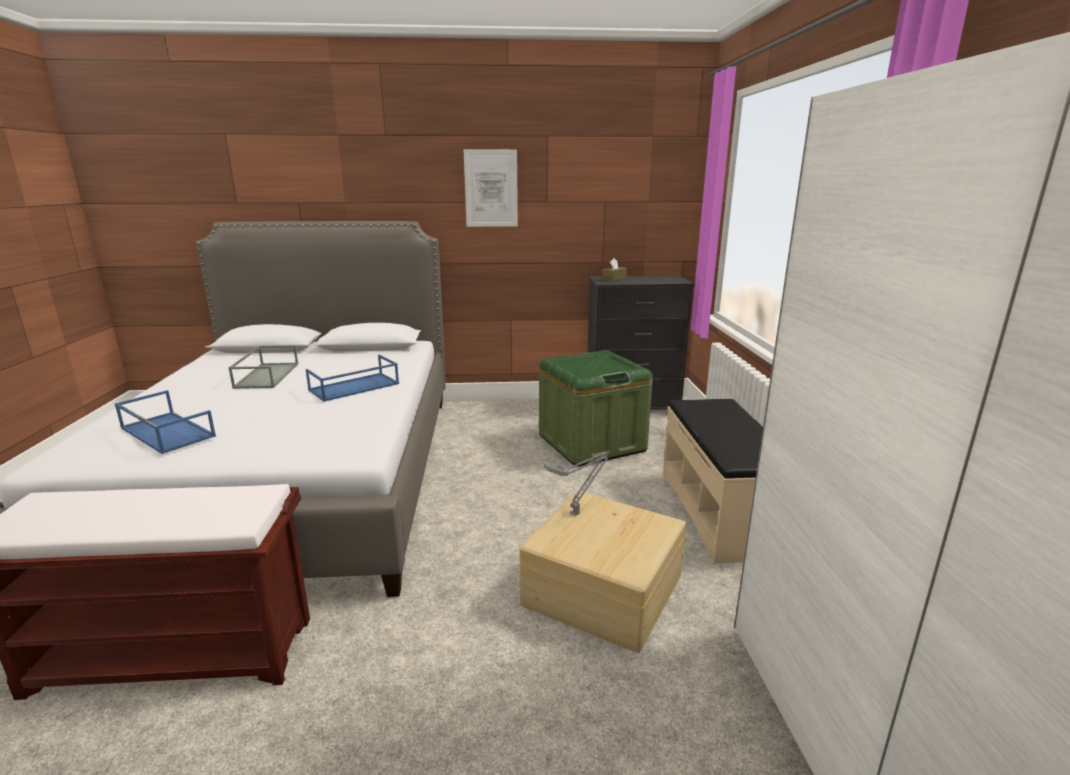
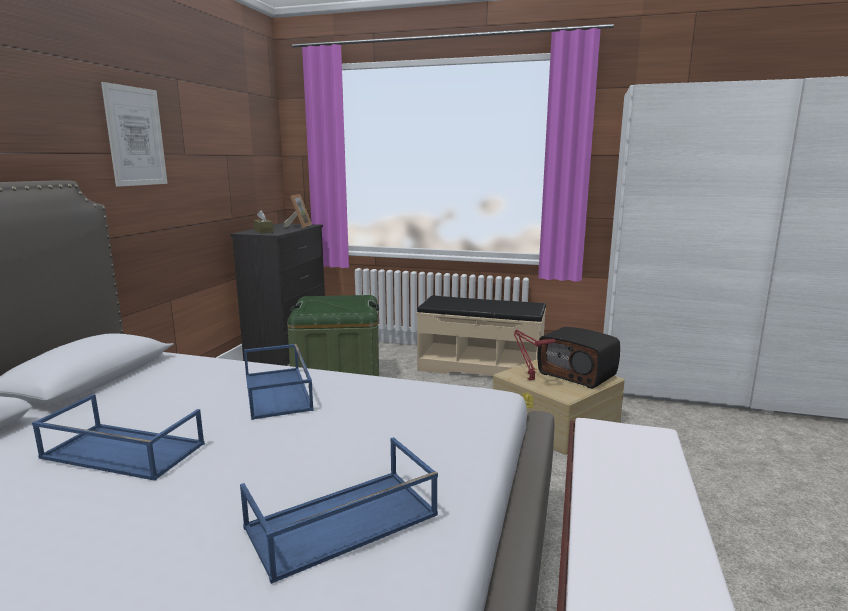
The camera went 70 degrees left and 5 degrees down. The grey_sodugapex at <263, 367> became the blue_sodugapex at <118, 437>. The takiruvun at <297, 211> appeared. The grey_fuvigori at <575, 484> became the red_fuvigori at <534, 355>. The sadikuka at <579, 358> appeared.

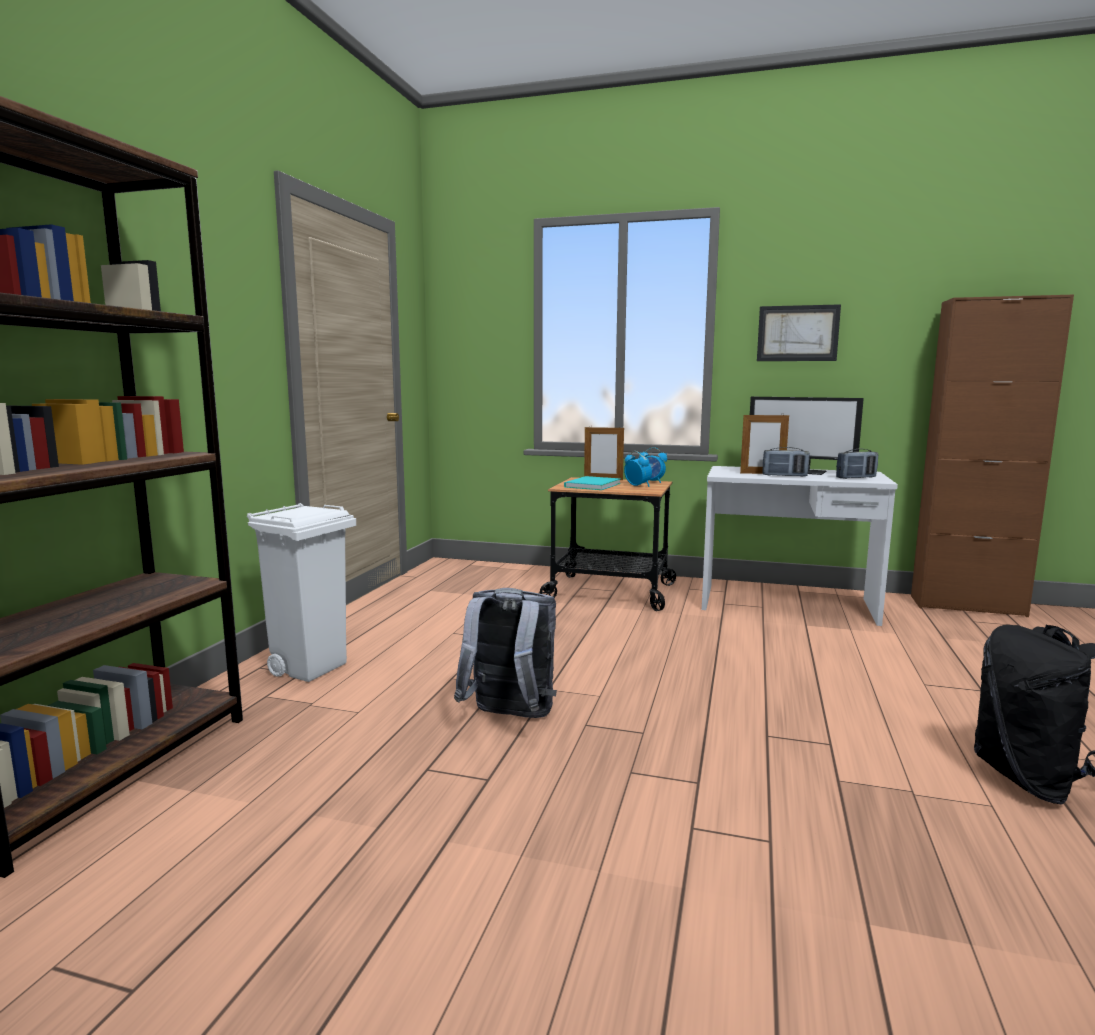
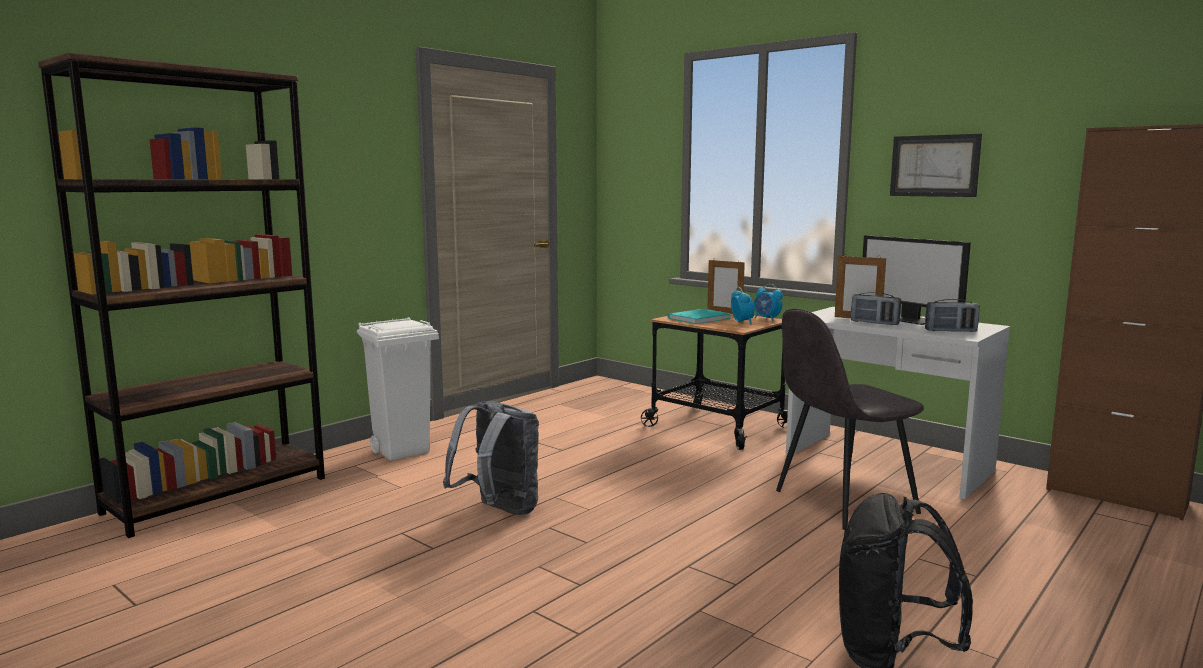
The camera went 25 degrees right and 0 degrees up. The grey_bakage at <850, 419> appeared.

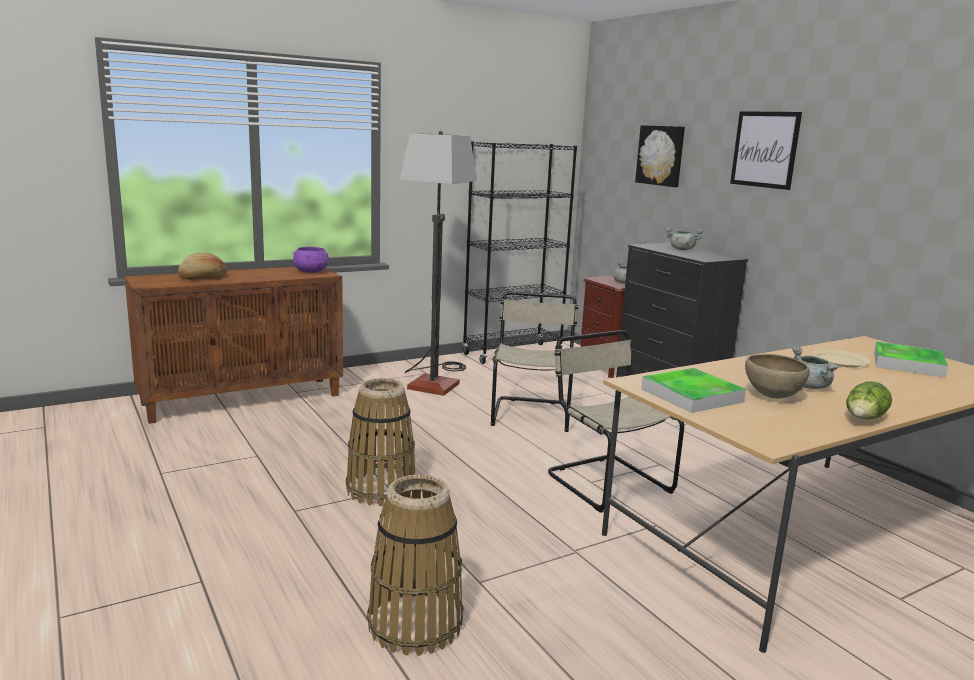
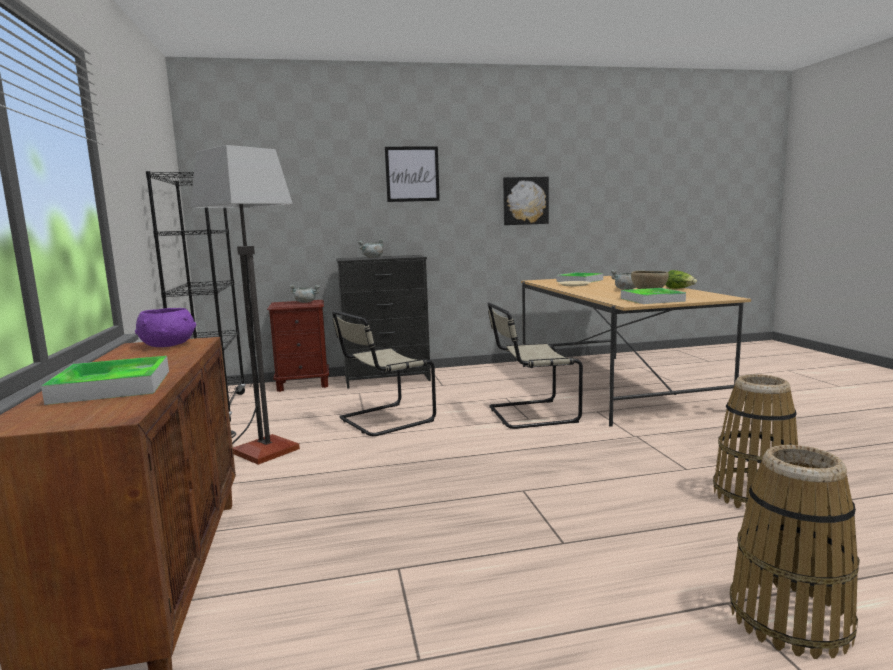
The camera went 70 degrees left and 5 degrees down. The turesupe at <202, 266> was replaced by the sodugapex at <105, 380>. The beige_bakage at <534, 361> turned 60 degrees counterclockwise. The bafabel moved from <660, 156> to <526, 201>. The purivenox moved from <380, 442> to <795, 552>.

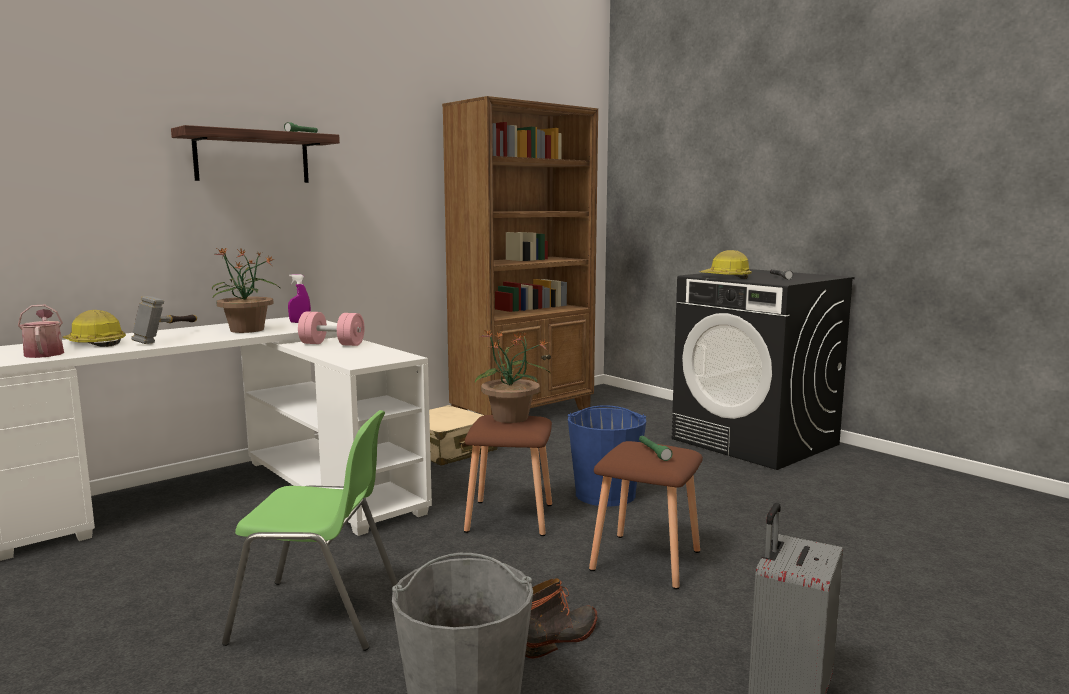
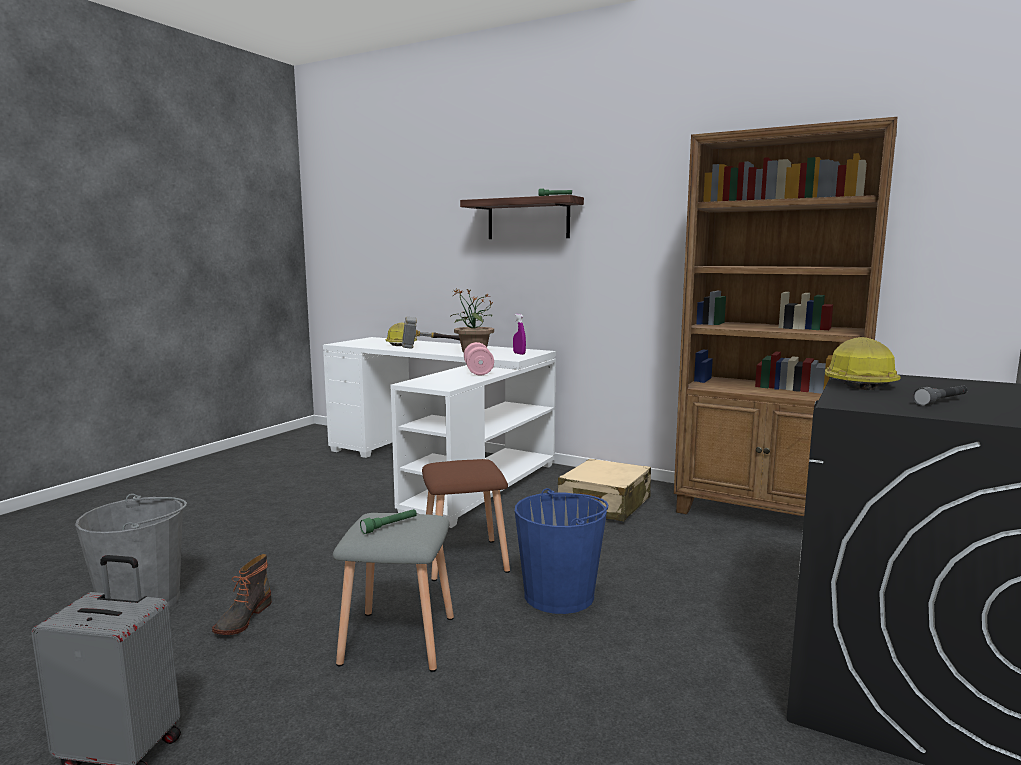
The camera went 70 degrees right and 0 degrees up. The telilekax at <561, 618> turned 75 degrees clockwise. The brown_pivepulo at <646, 515> became the grey_pivepulo at <393, 592>. The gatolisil at <41, 331> disappeared. The green_bakage at <310, 530> disappeared. The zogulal at <513, 376> disappeared.

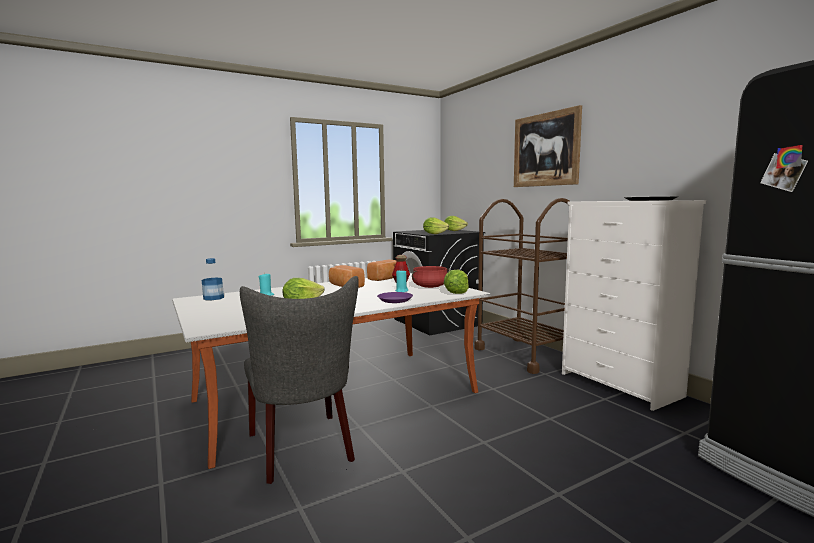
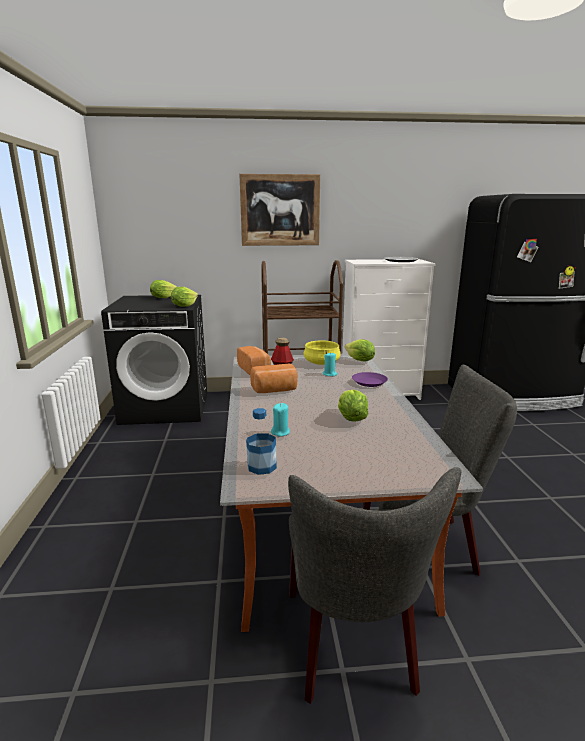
The camera went 65 degrees left and 10 degrees up. The grey_bakage at <374, 585> appeared. The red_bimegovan at <431, 277> became the yellow_bimegovan at <322, 352>.

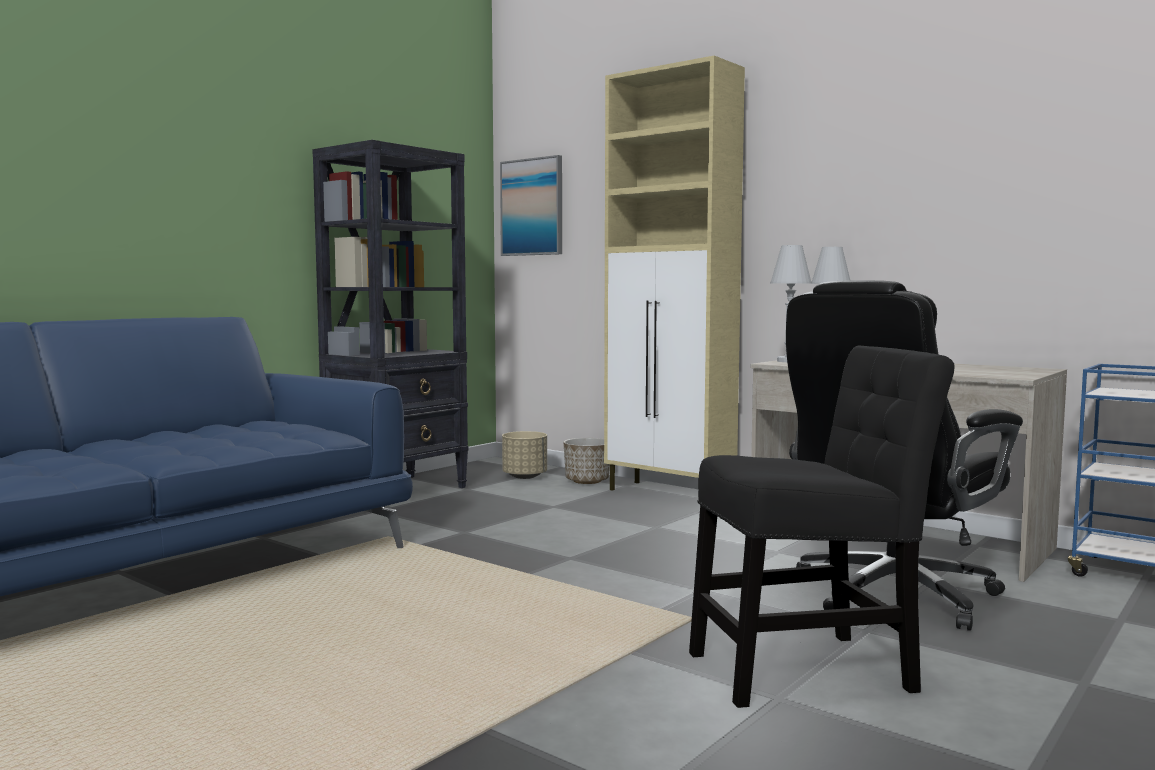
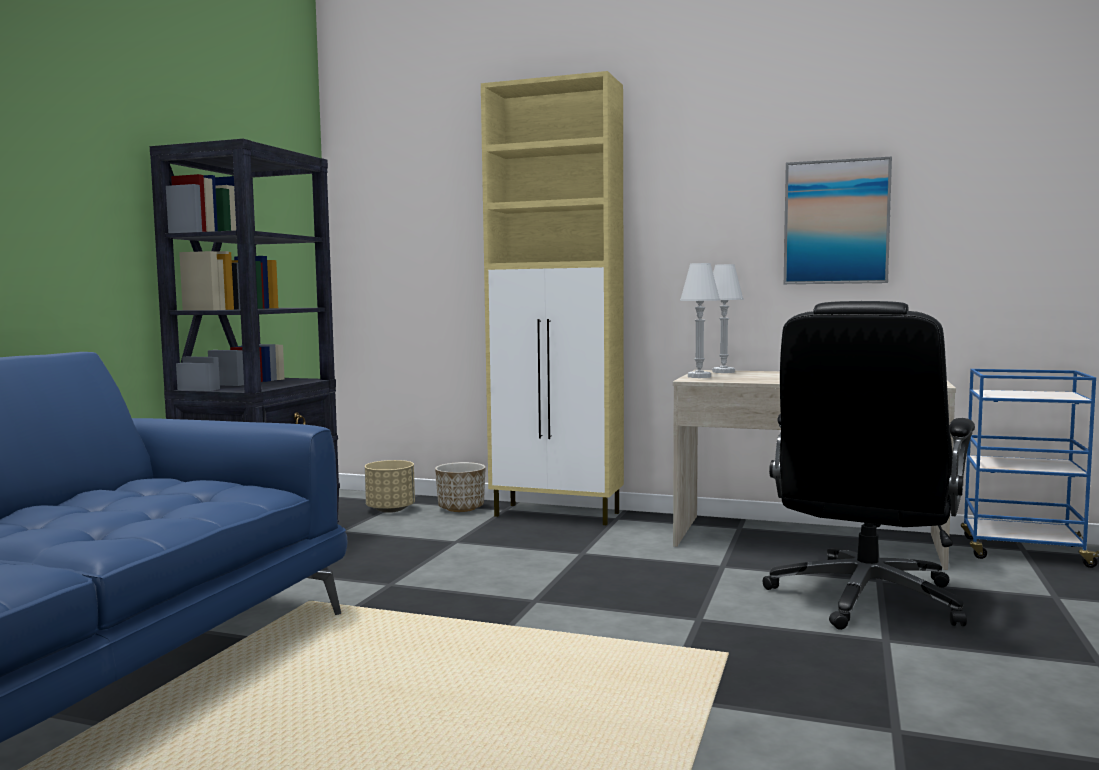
The camera went 20 degrees left and 0 degrees up. The bafabel moved from <531, 205> to <838, 220>. The black_bakage at <821, 527> disappeared.

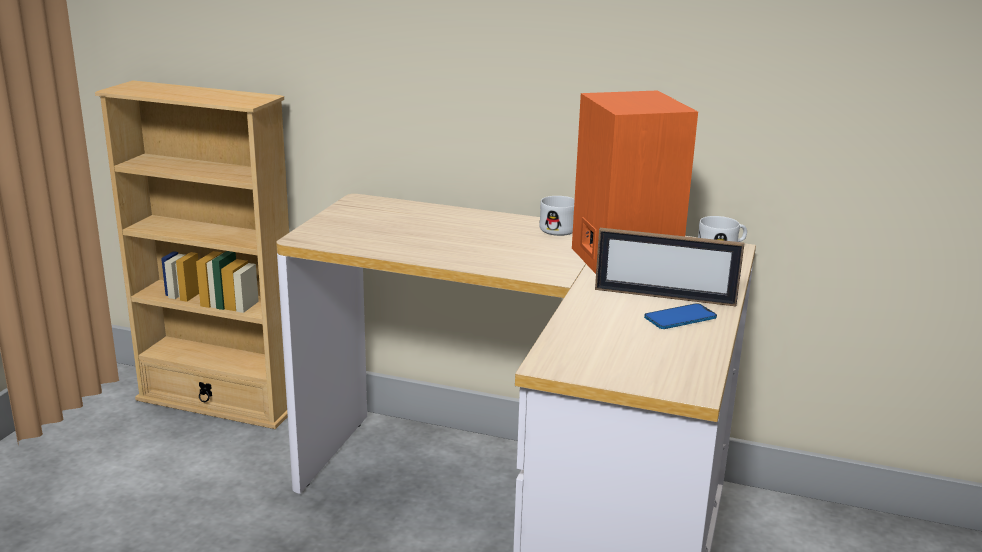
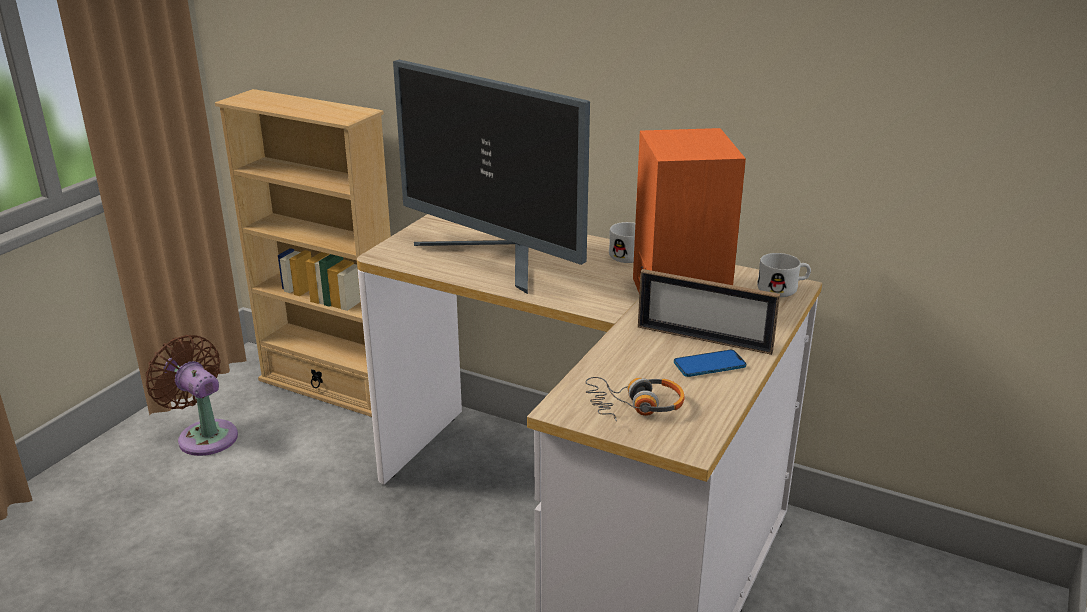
The camera went 10 degrees right and 5 degrees up. The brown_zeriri at <191, 395> appeared. The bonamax at <491, 177> appeared. The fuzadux at <635, 399> appeared.

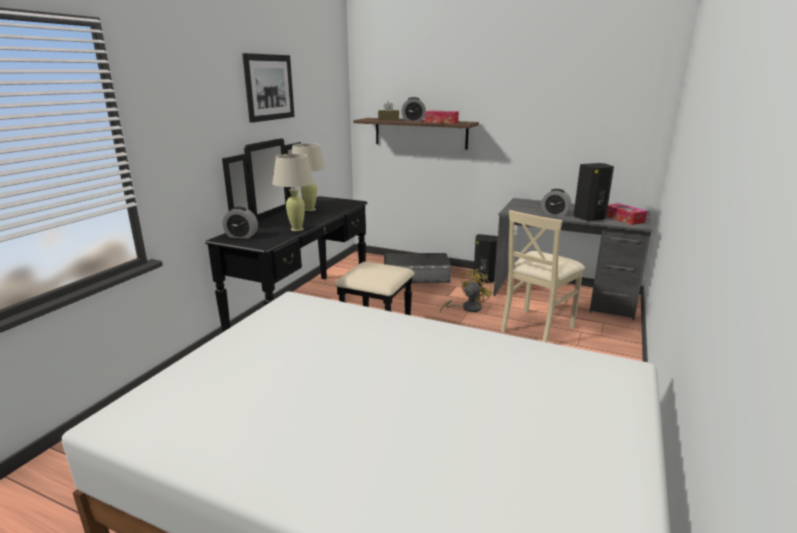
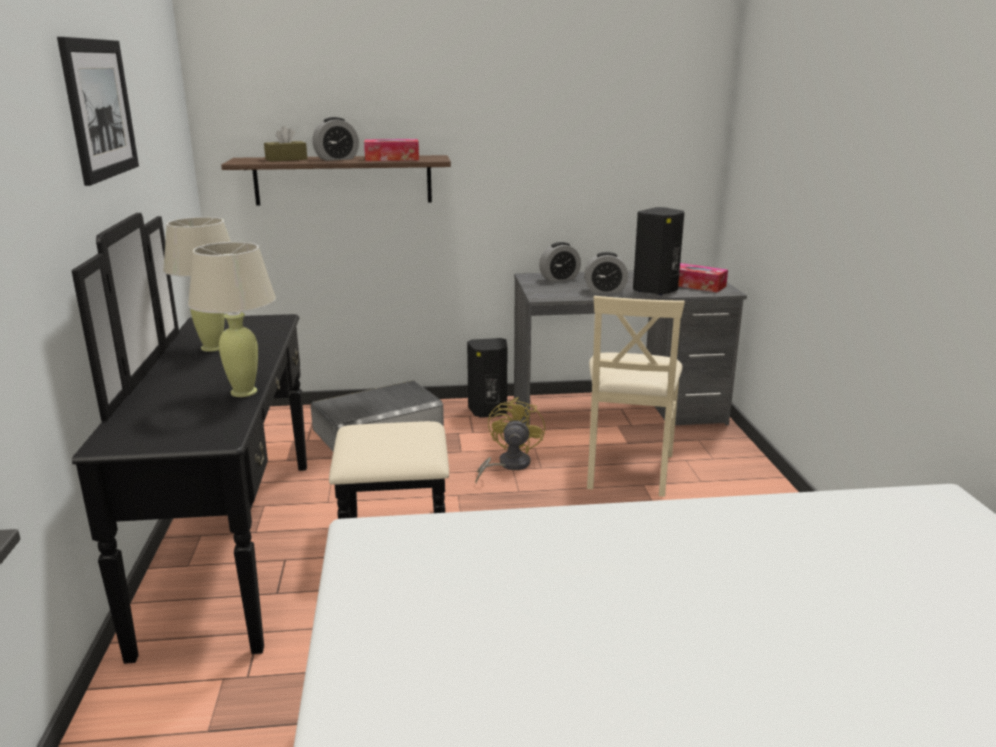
The camera went 30 degrees left and 0 degrees up. The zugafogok moved from <240, 222> to <560, 262>.

